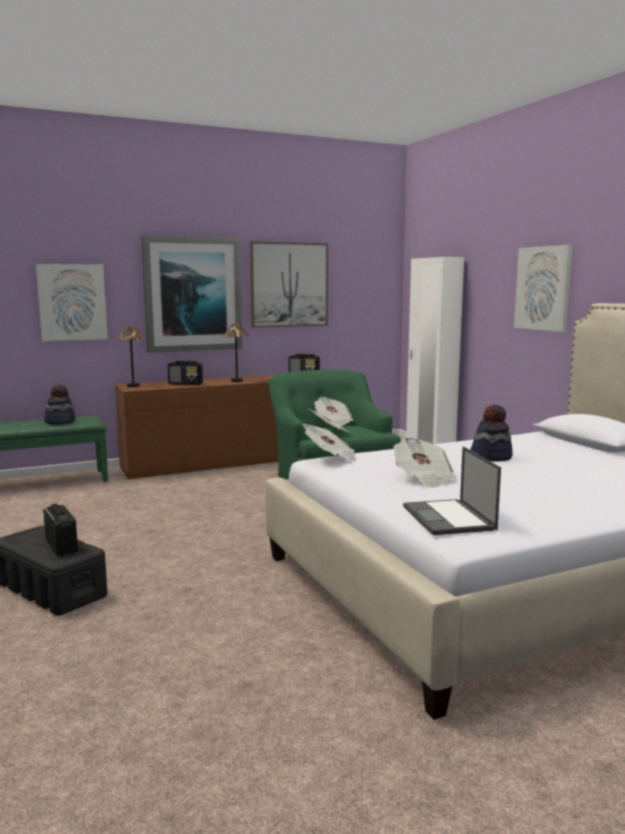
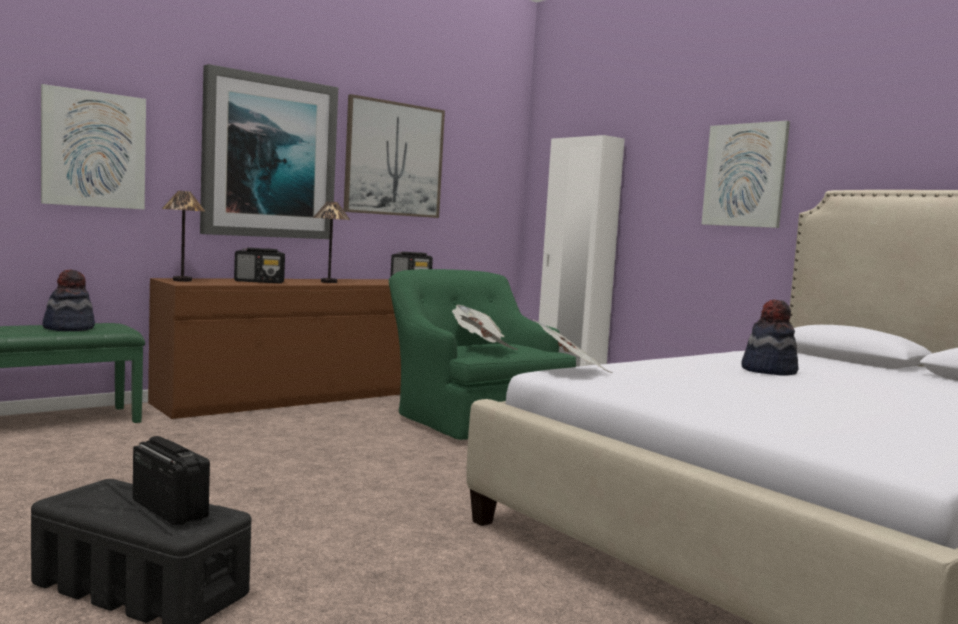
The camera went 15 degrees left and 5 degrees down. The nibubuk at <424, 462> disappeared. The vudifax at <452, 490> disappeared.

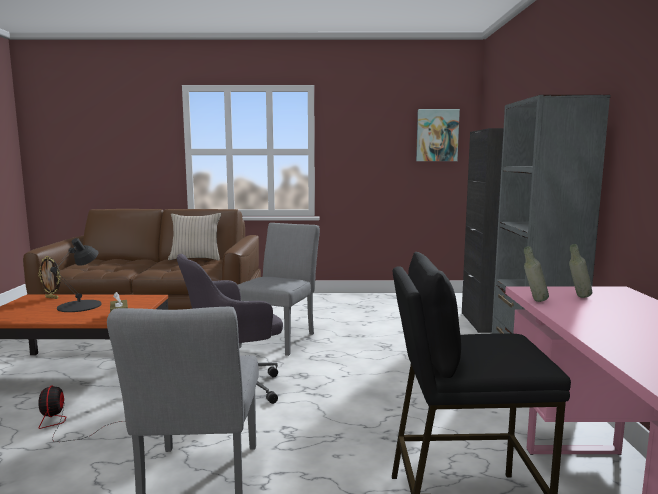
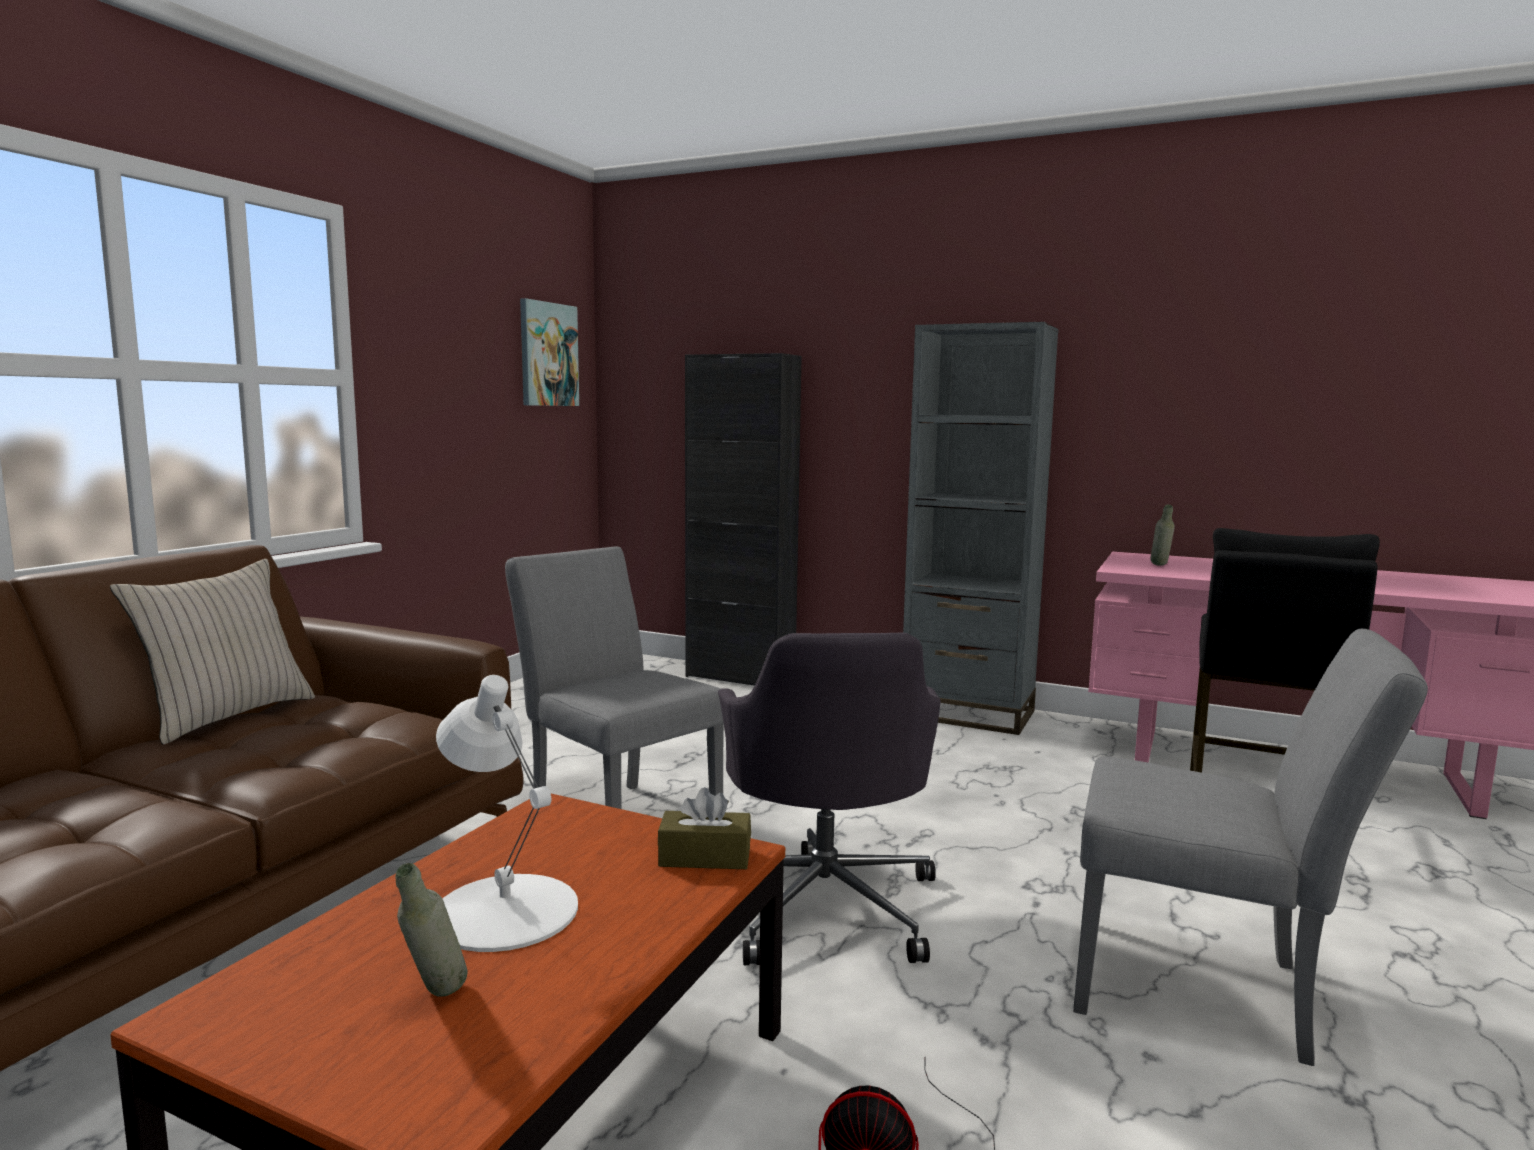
The camera went 65 degrees left and 0 degrees up. The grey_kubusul moved from <536, 274> to <431, 930>. The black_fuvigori at <75, 275> became the white_fuvigori at <507, 813>. The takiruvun at <49, 277> disappeared.

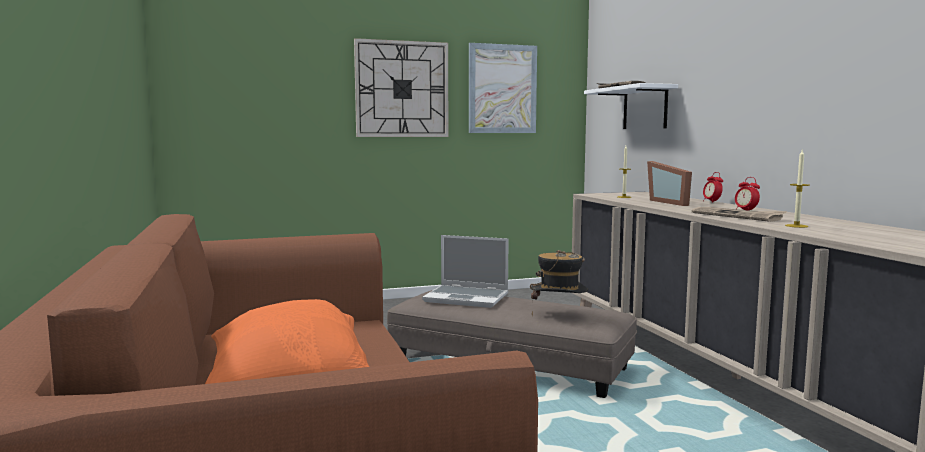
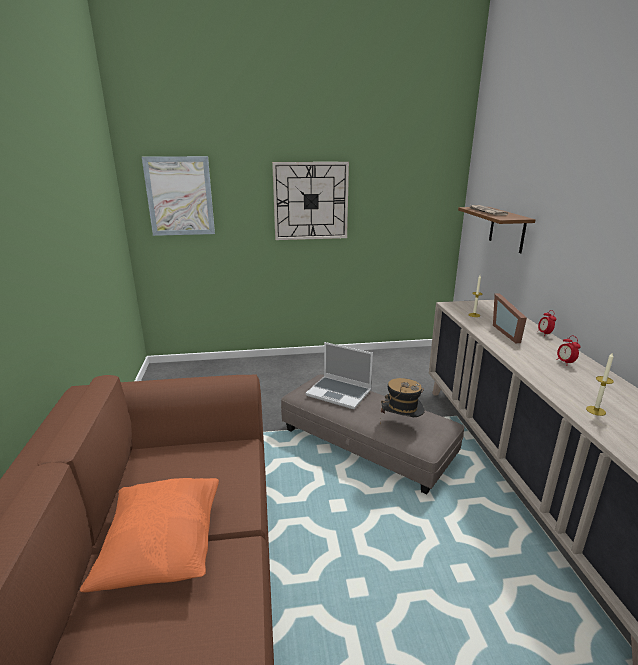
The camera went 10 degrees right and 15 degrees up. The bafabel moved from <503, 88> to <178, 196>. The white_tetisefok at <631, 106> became the brown_tetisefok at <497, 230>. The nibubuk at <739, 214> disappeared.

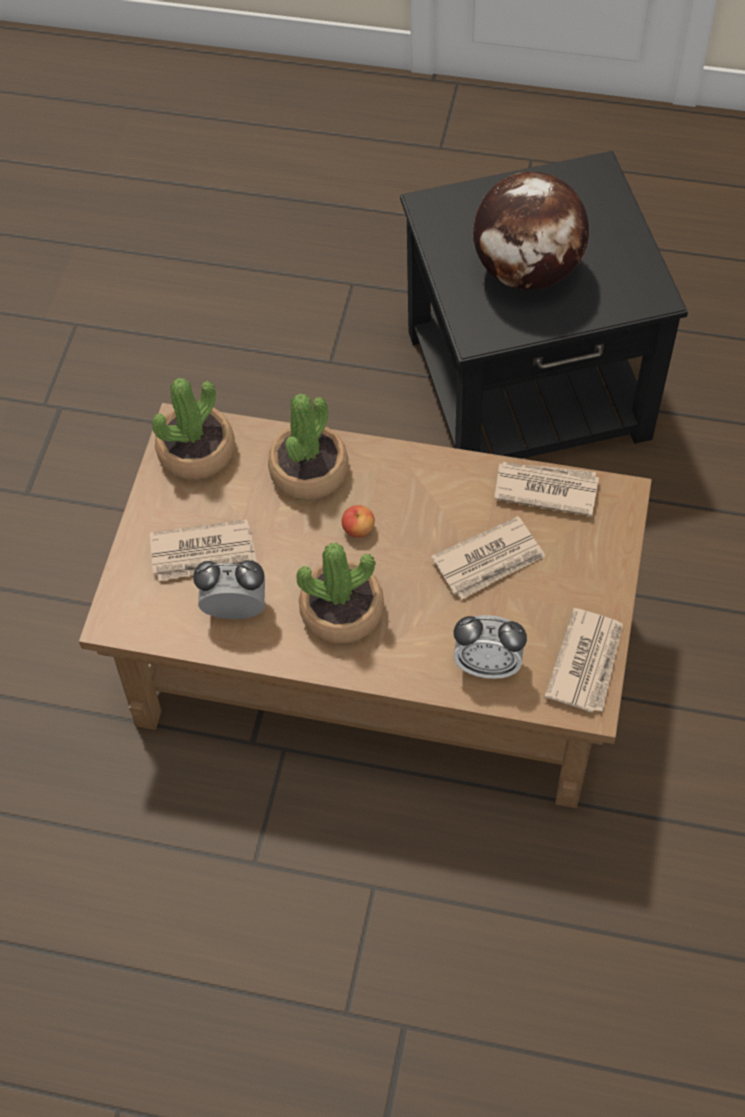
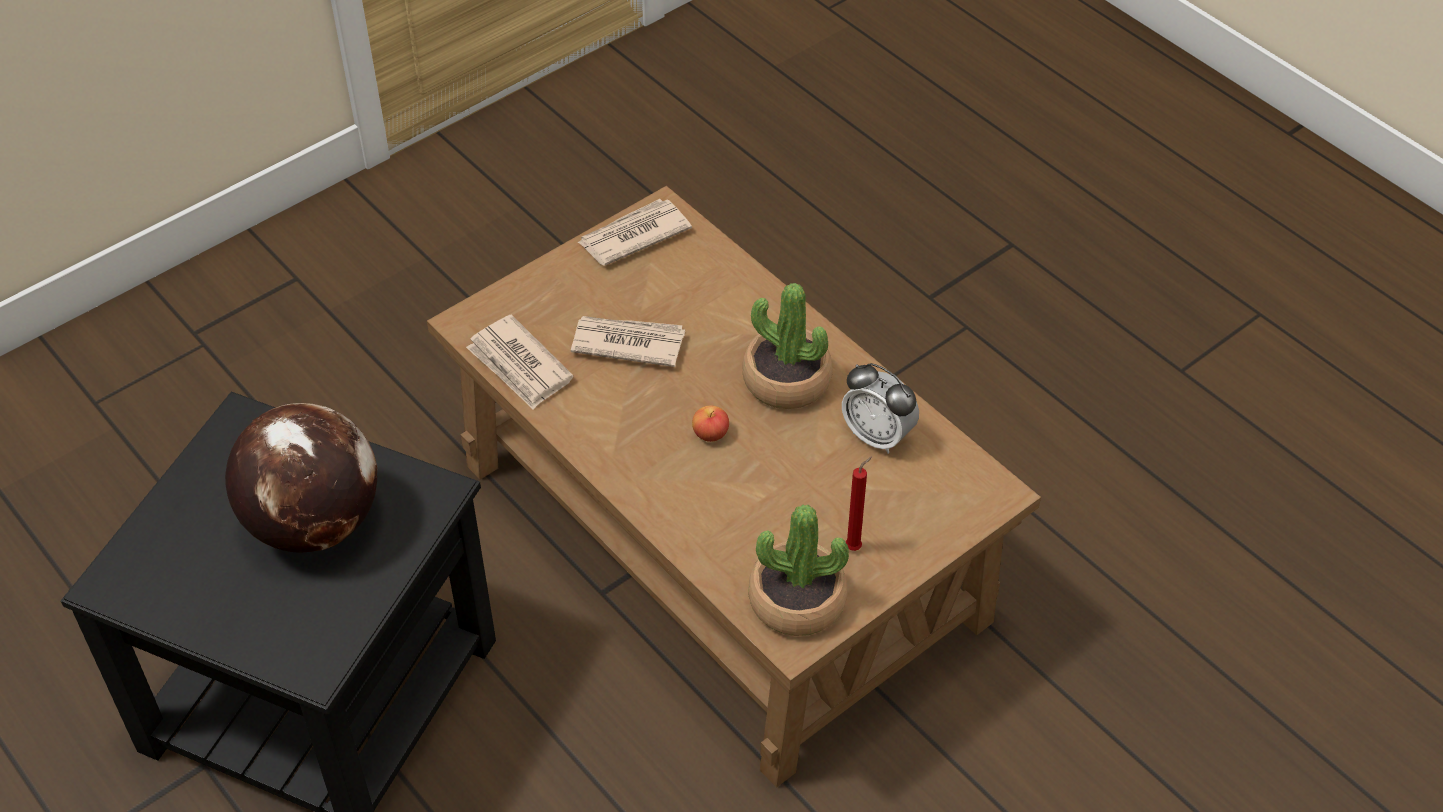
The camera went 145 degrees left and 10 degrees down. The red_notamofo at <859, 504> appeared. The nibubuk at <203, 550> disappeared. The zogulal at <308, 446> disappeared. The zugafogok at <490, 647> disappeared.

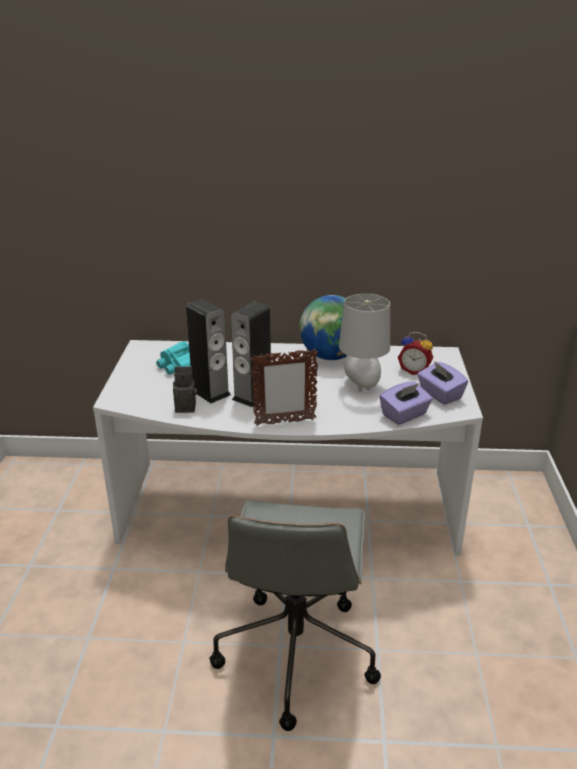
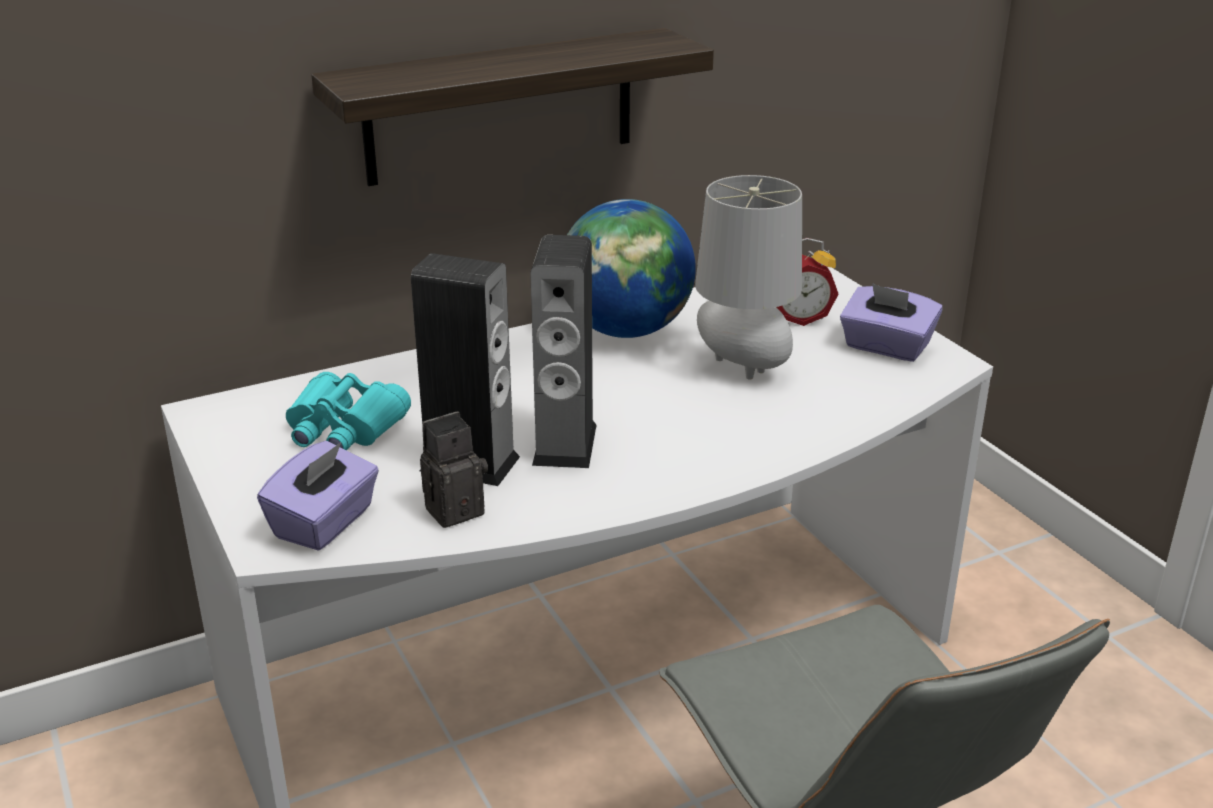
The camera went 30 degrees left and 0 degrees up. The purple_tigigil moved from <406, 403> to <318, 496>. The tetisefok at <512, 107> appeared. The takiruvun at <284, 387> disappeared.

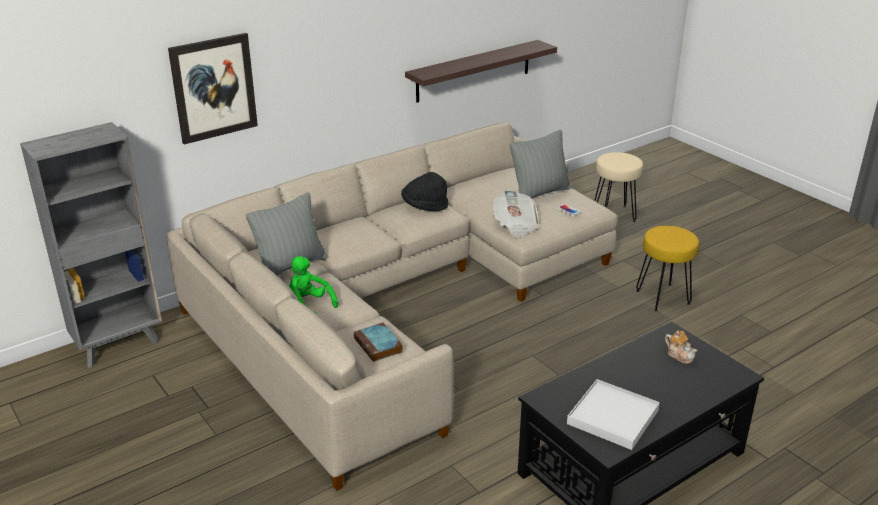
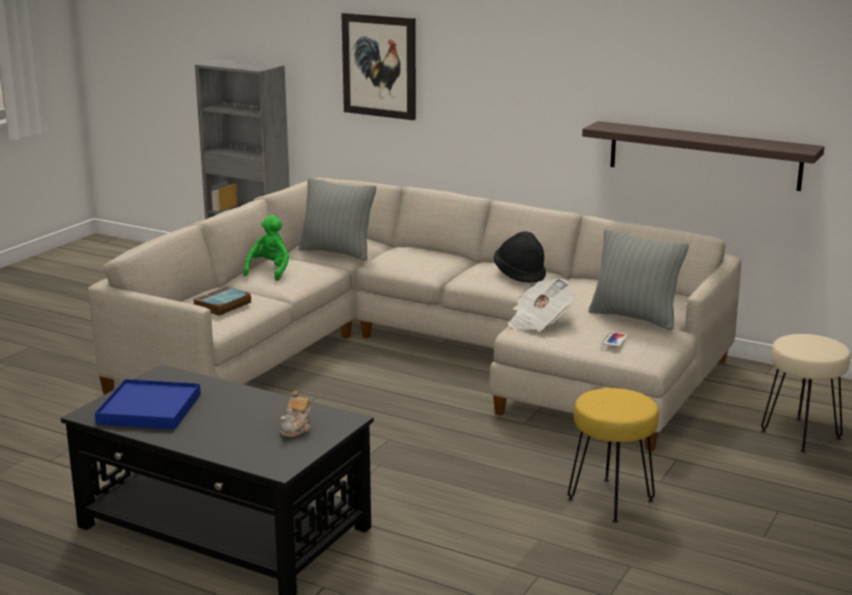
The camera went 65 degrees right and 10 degrees down. The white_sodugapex at <613, 414> became the blue_sodugapex at <148, 404>.

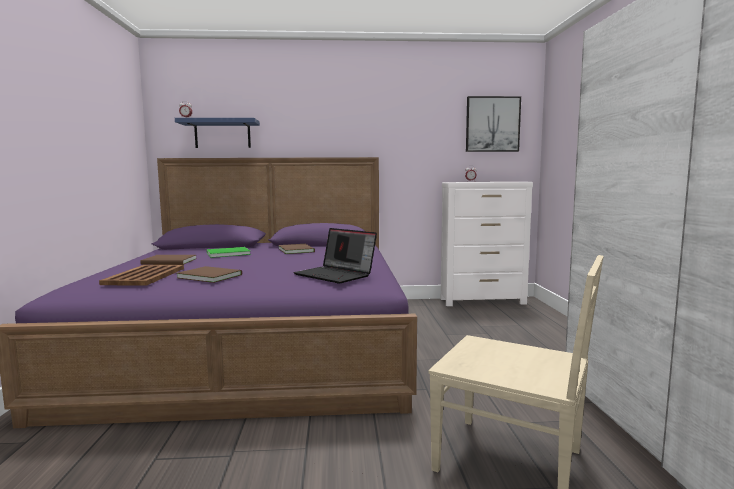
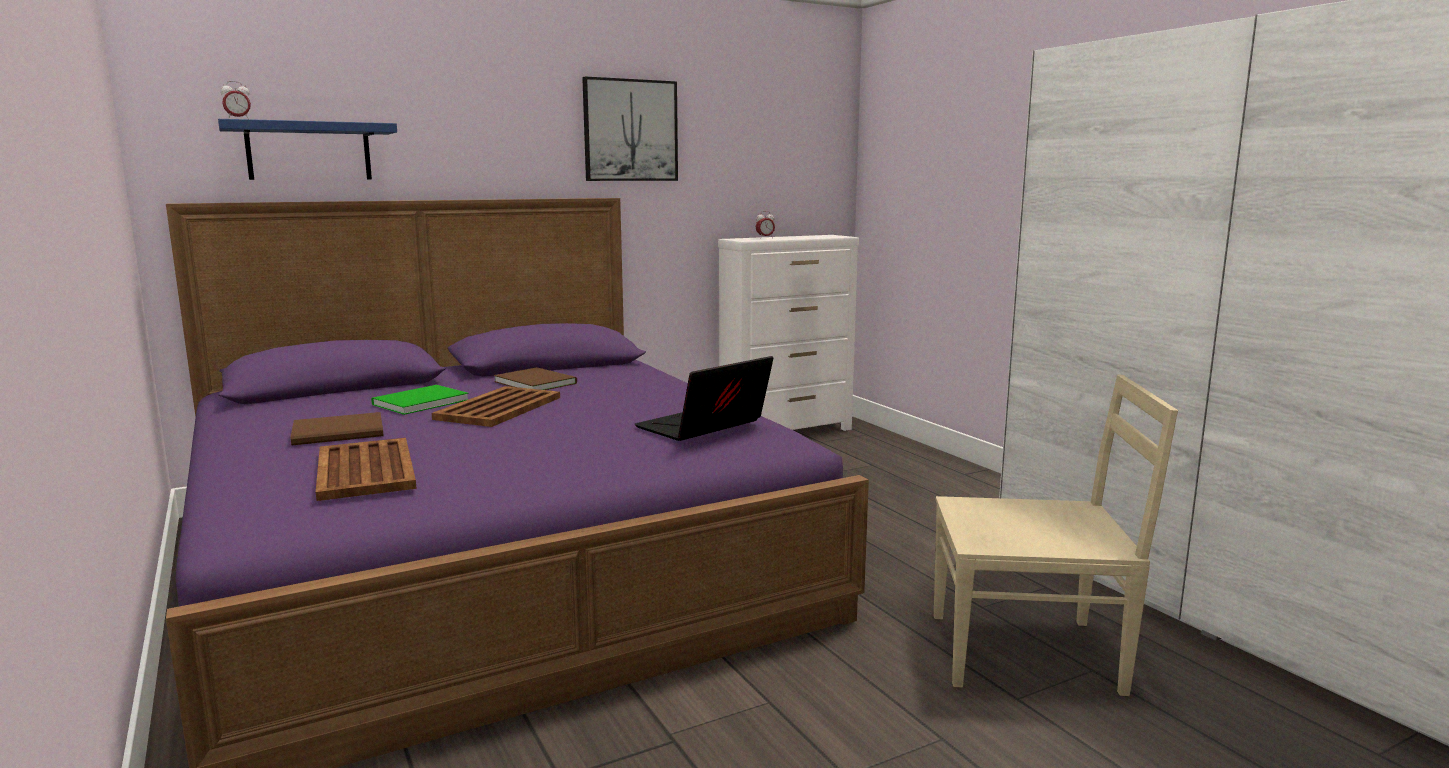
The camera went 25 degrees left and 5 degrees up. The brown_sodugapex at <496, 406> appeared. The bafabel moved from <493, 124> to <630, 129>. The vudifax at <335, 256> turned 120 degrees clockwise. The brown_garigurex at <209, 274> disappeared.

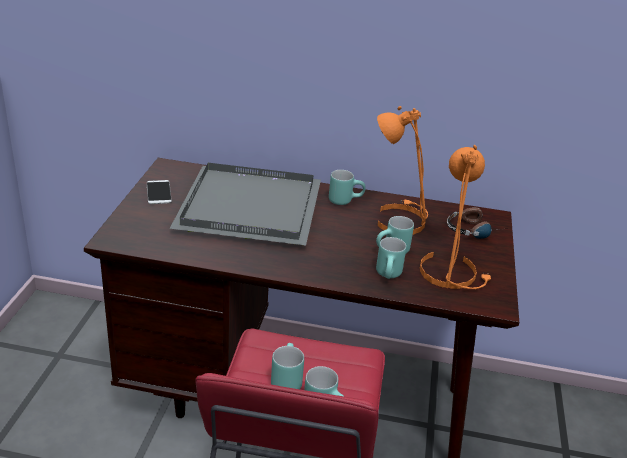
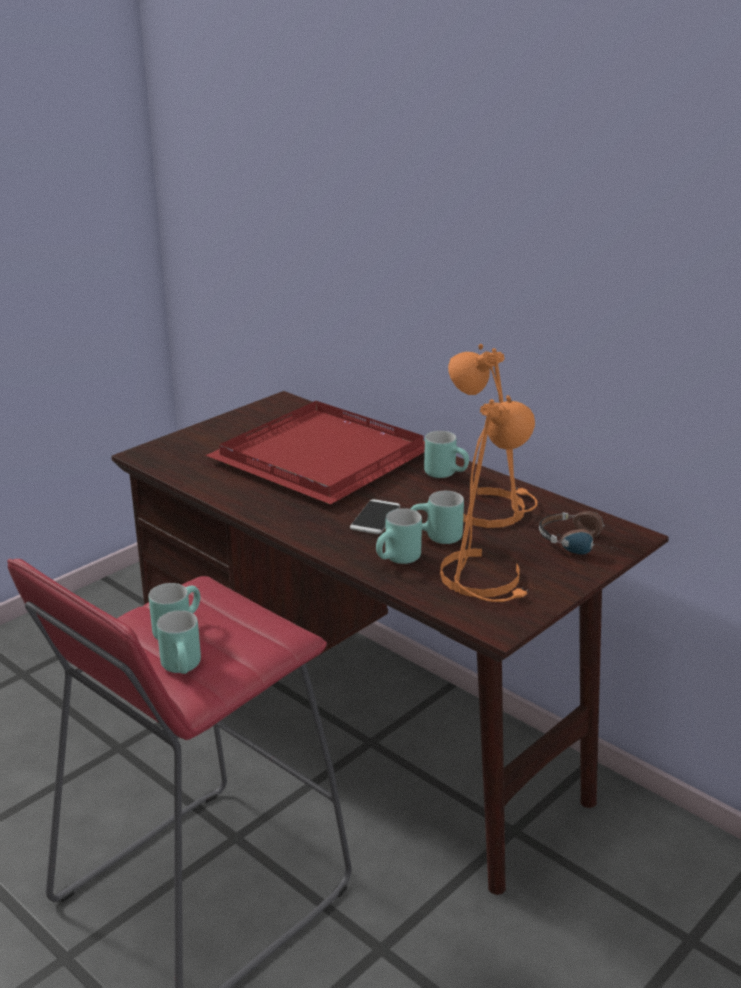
The camera went 35 degrees right and 5 degrees down. The grey_sodugapex at <245, 204> became the red_sodugapex at <315, 452>. The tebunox moved from <159, 192> to <375, 516>.

